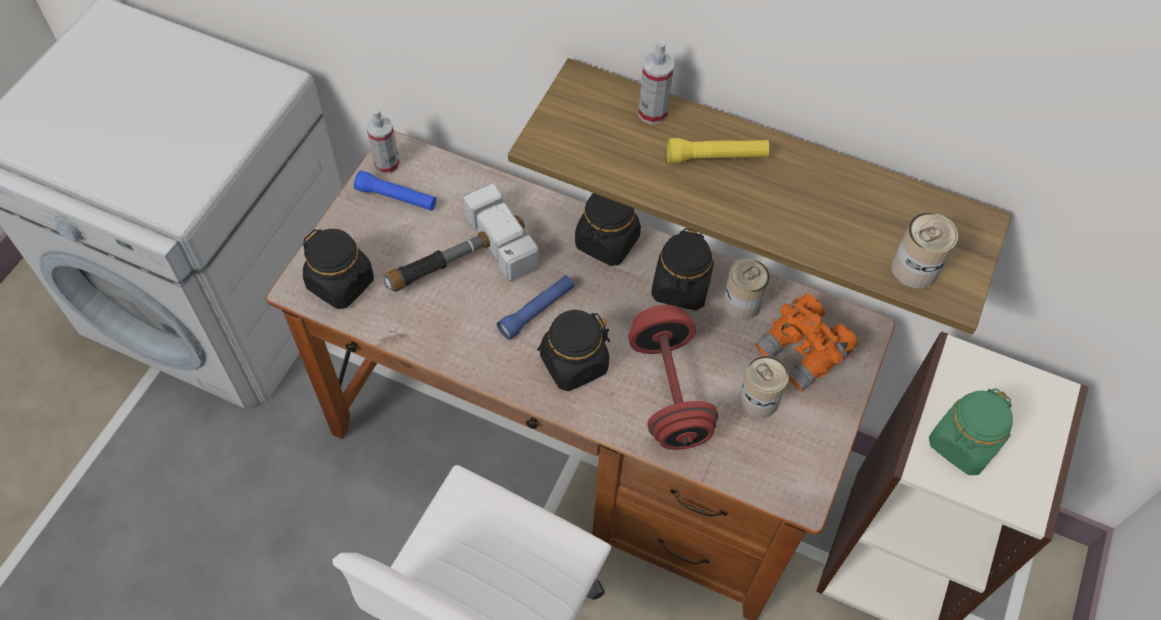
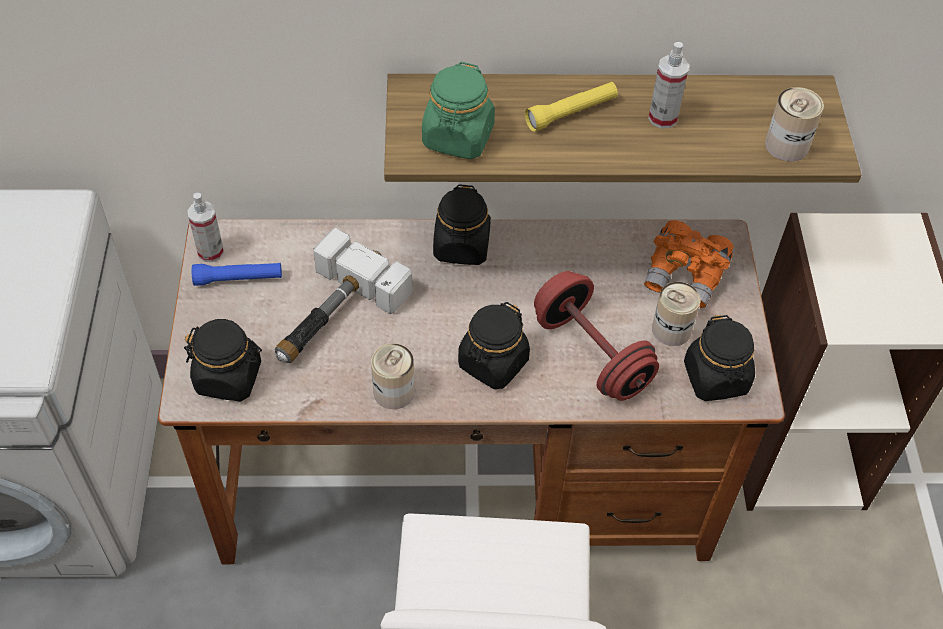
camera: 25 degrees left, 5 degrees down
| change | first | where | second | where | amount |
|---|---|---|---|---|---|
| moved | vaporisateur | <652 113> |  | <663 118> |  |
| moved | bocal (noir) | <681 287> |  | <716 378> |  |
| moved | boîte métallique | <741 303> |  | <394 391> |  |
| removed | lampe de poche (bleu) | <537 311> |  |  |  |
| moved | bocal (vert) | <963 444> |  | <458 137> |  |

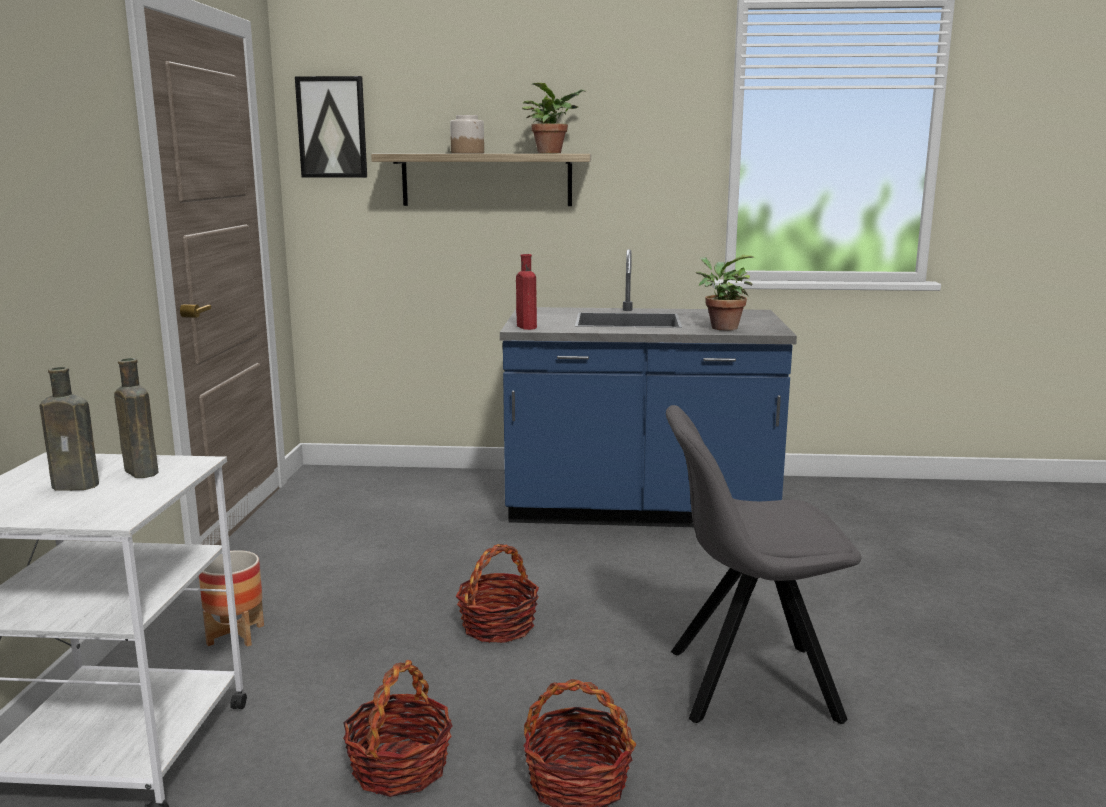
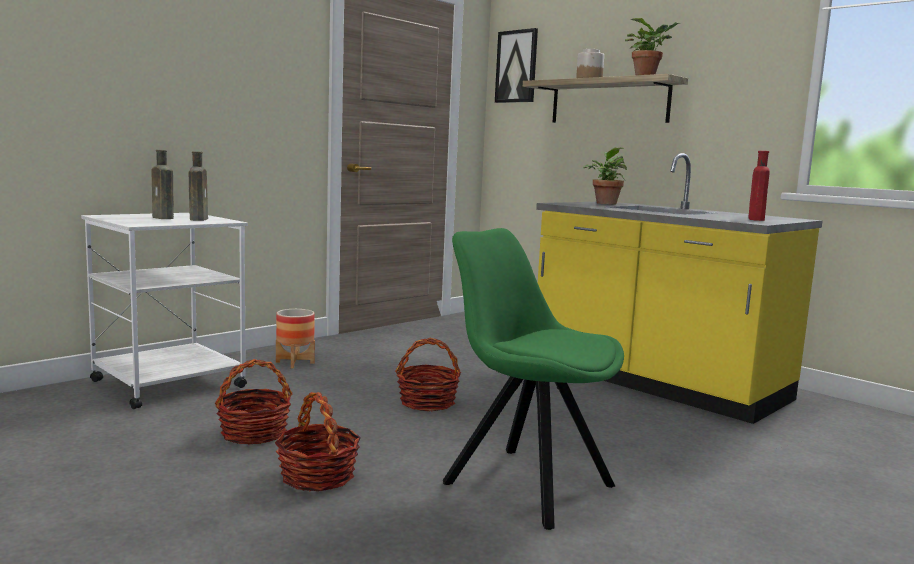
camera: 40 degrees right, 5 degrees down
| change | first | where | second | where | amount |
|---|---|---|---|---|---|
| recoloured | comptoir de cuisine (bleu) | <639 509> | comptoir de cuisine (jaune) | <656 382> |  |
| moved | bouteille (rouge) | <525 327> |  | <755 219> |  |
| moved | plante en pot | <720 327> |  | <605 203> |  |
| recoloured | chaise (gris) | <750 684> | chaise (vert) | <526 484> |  |

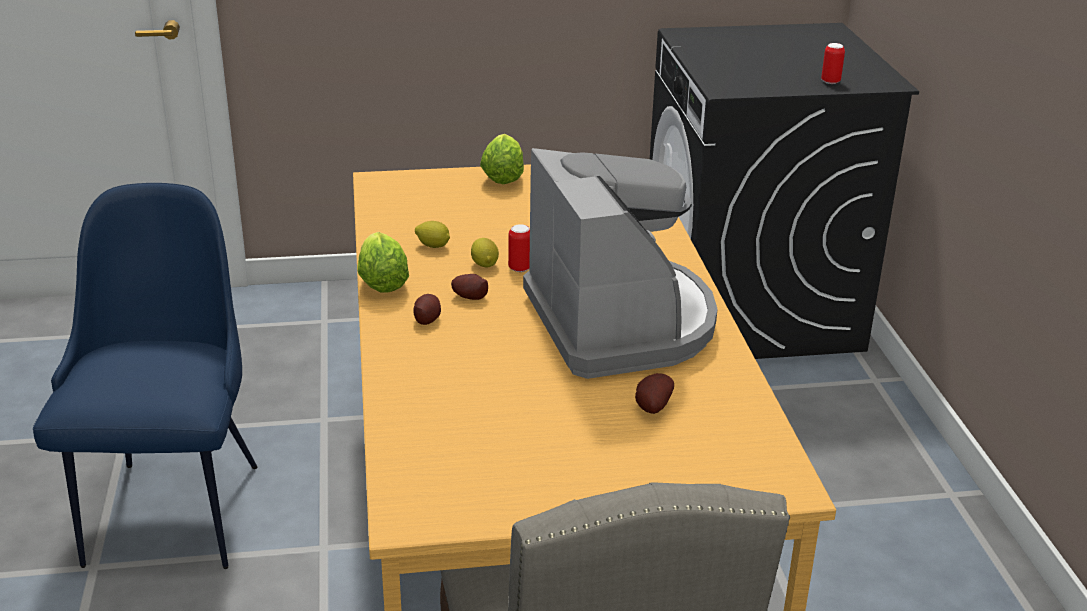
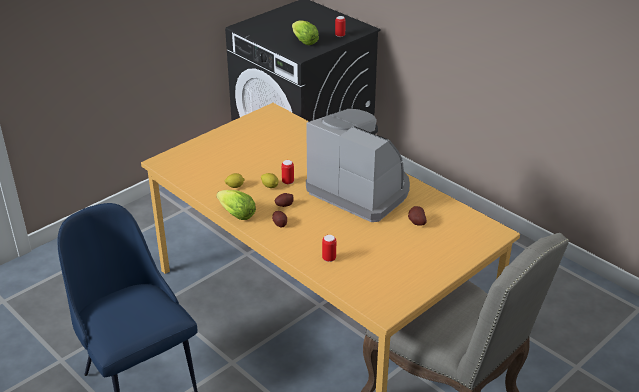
camera: 35 degrees left, 5 degrees up
| change | first | where | second | where | amount |
|---|---|---|---|---|---|
| moved | laitue | <503 176> |  | <303 41> |  |
| added |  |  | boîte métallique | <329 258> |  |

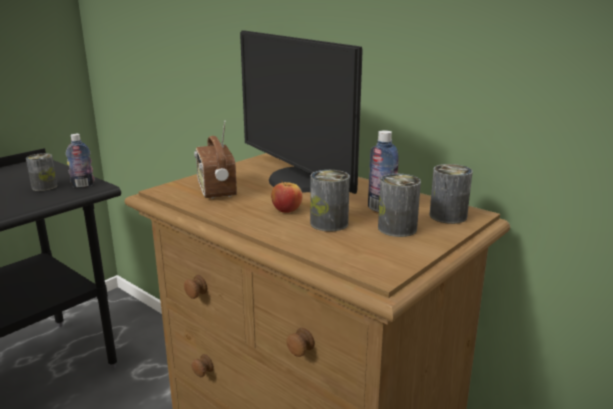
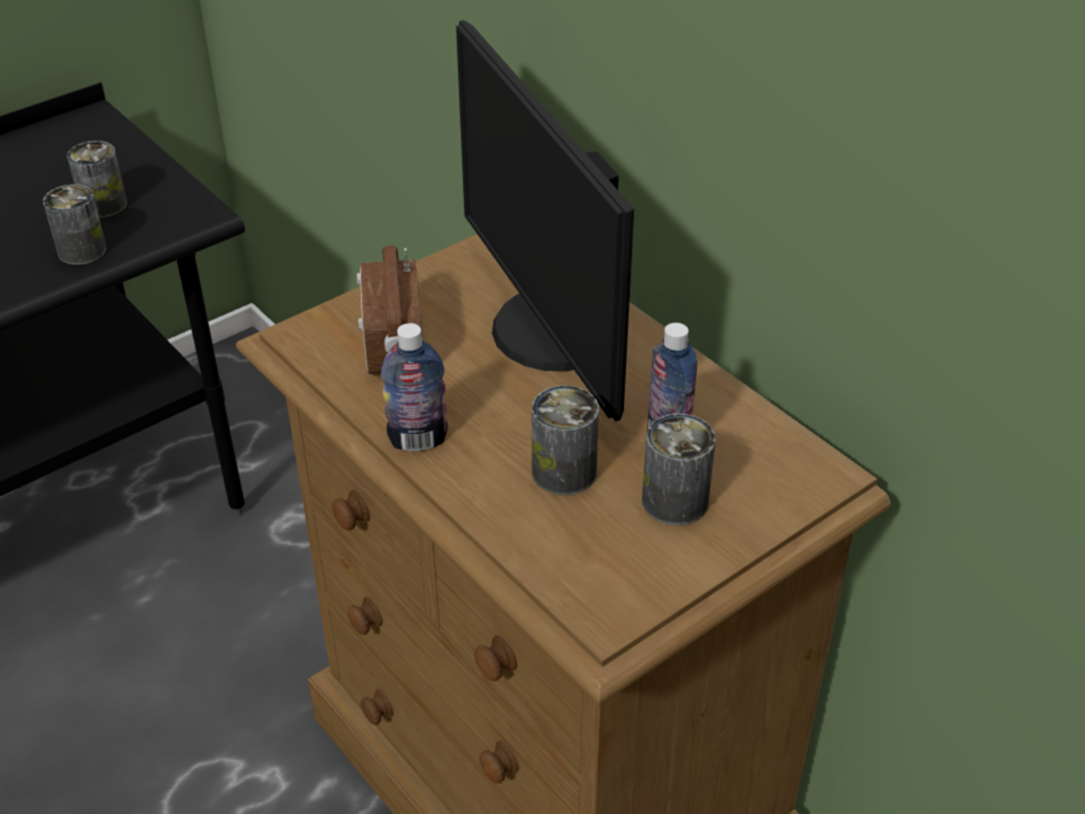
camera: 10 degrees right, 20 degrees up
| change | first | where | second | where | amount |
|---|---|---|---|---|---|
| moved | bouteille | <83 185> |  | <418 440> |  |
| moved | boîte métallique | <448 216> |  | <82 251> |  |
| removed | pomme | <286 210> |  |  |  |

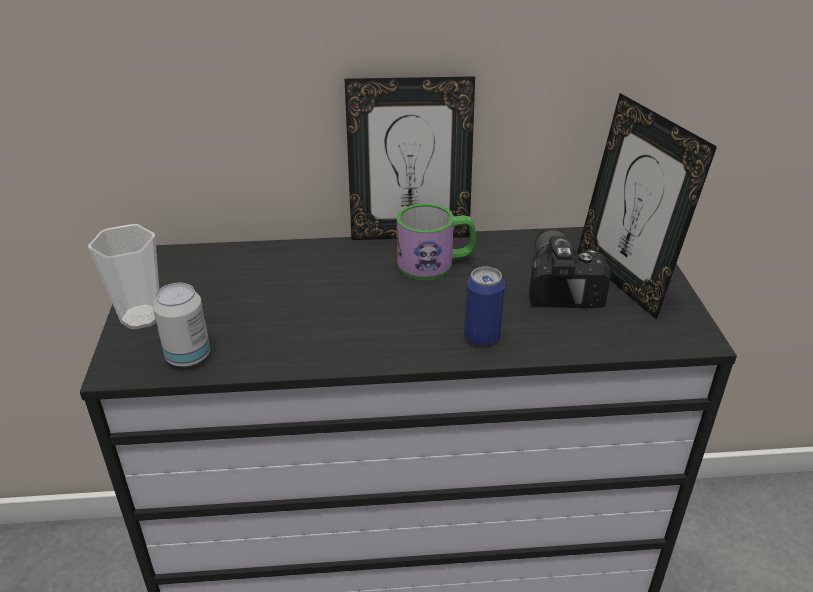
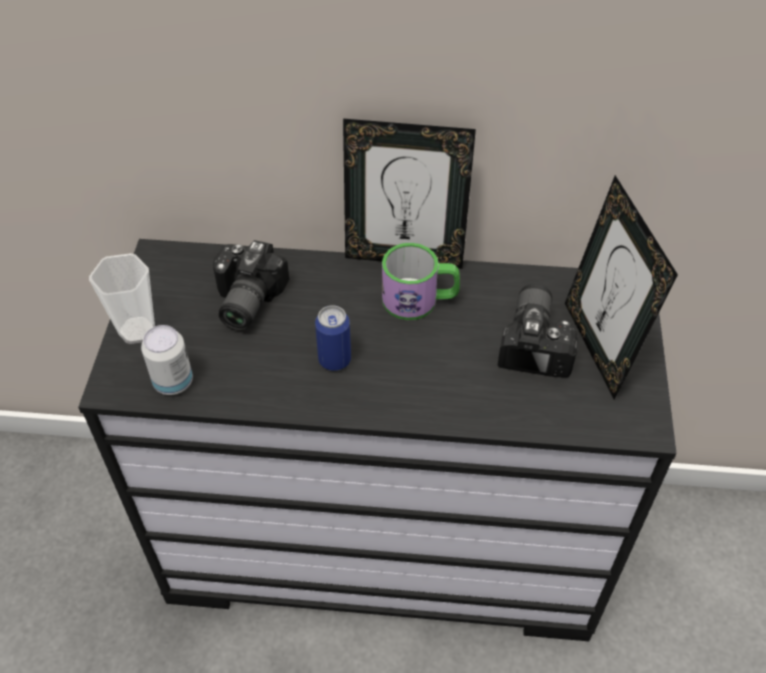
camera: 10 degrees right, 15 degrees up
| change | first | where | second | where | amount |
|---|---|---|---|---|---|
| moved | boîte métallique | <482 337> |  | <334 360> |  |
| added |  |  | appareil photo | <243 301> |  |

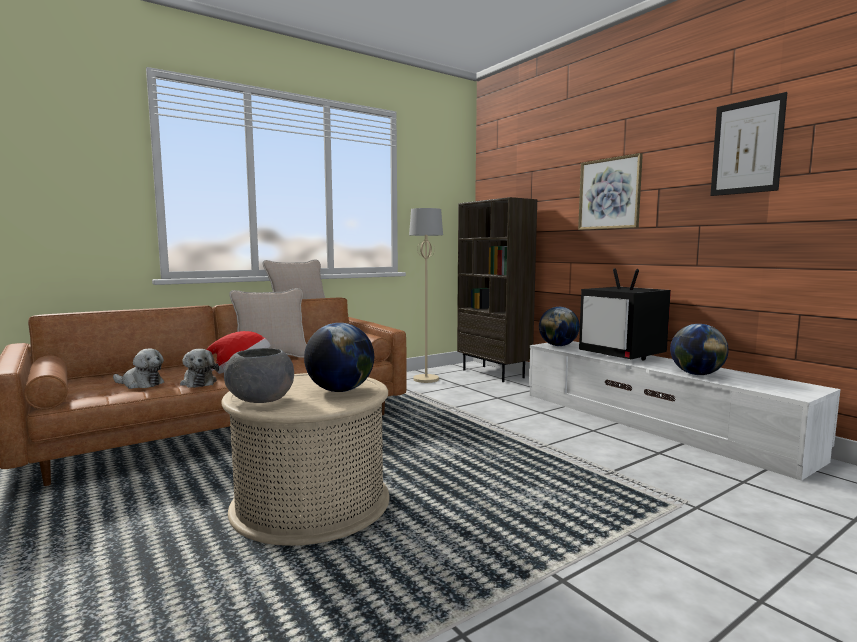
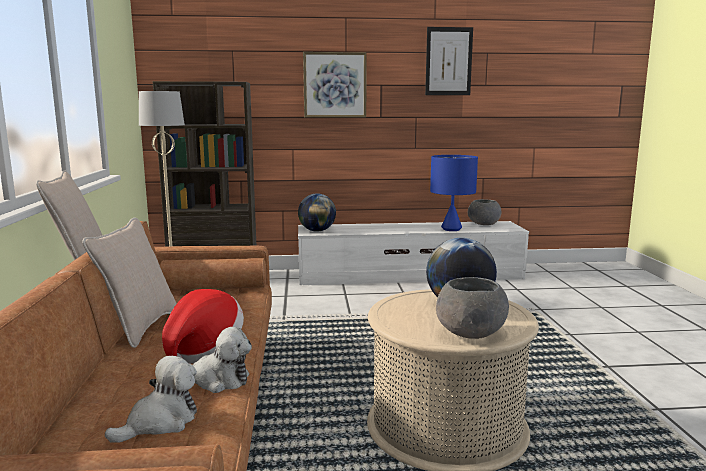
camera: 60 degrees left, 5 degrees up
| change | first | where | second | where | amount |
|---|---|---|---|---|---|
| removed | téléviseur | <623 356> |  |  |  |
| replaced | globe | <696 374> | lampe de table (bleu) | <451 229> |  |
| added |  |  | bol (gris) | <483 224> |  |

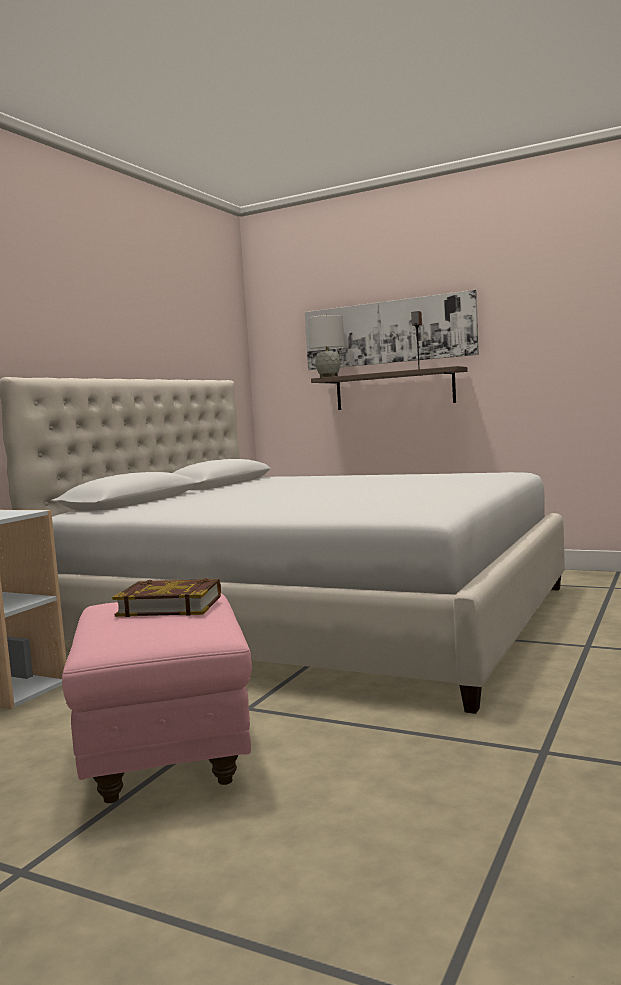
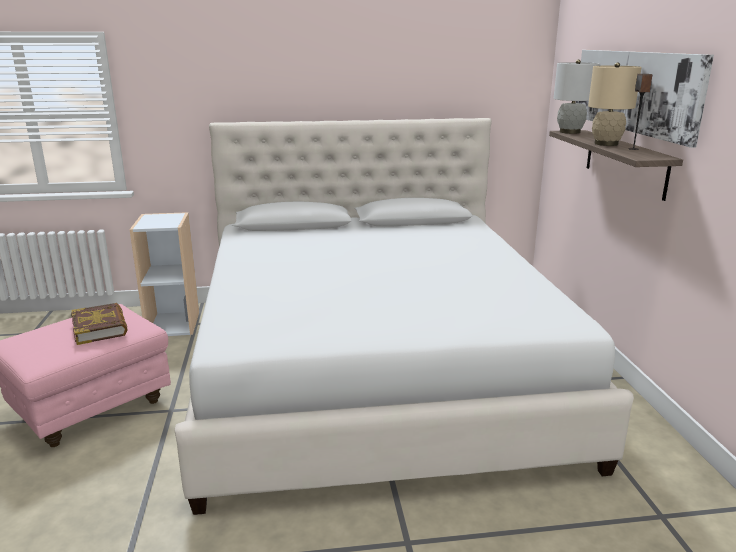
camera: 55 degrees right, 15 degrees up
| change | first | where | second | where | amount |
|---|---|---|---|---|---|
| added |  |  | lampe de table (beige) | <606 144> |  |

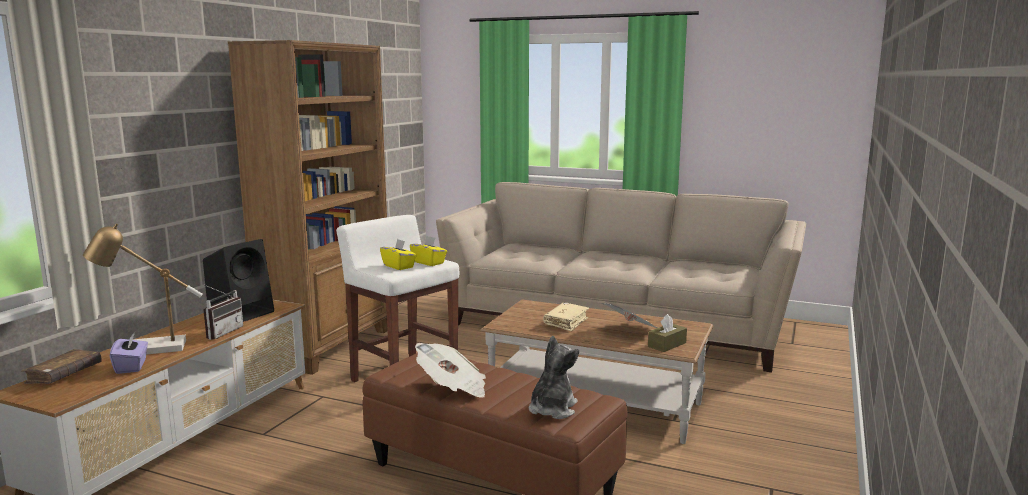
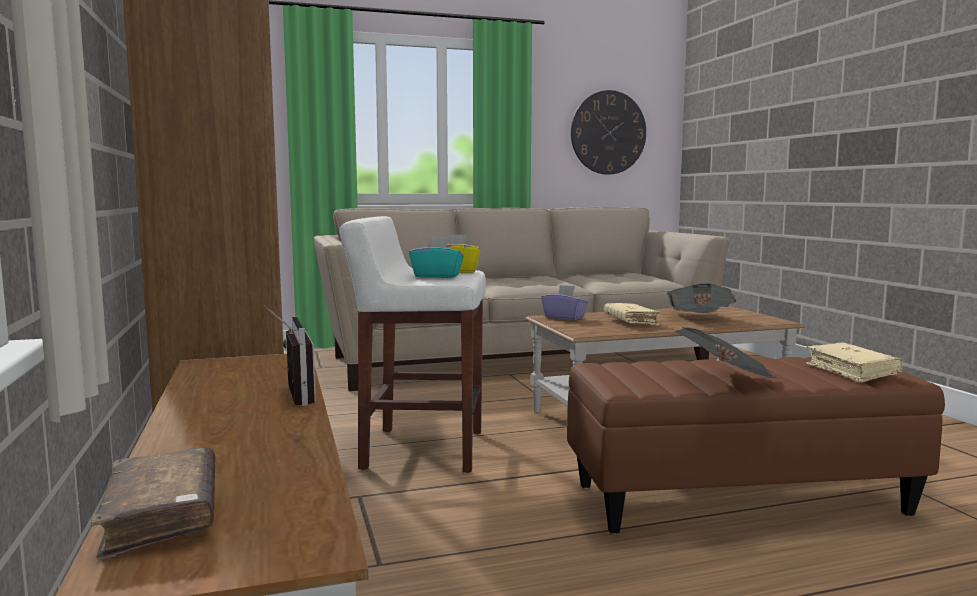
camera: 40 degrees left, 5 degrees down
| change | first | where | second | where | amount |
|---|---|---|---|---|---|
| removed | lampe de table | <147 349> |  |  |  |
| removed | enceinte (noir) | <242 313> |  |  |  |
| recoloured | boîte à mouchoirs (jaune) | <399 266> | boîte à mouchoirs (turquoise) | <437 276> |  |
| removed | boîte à mouchoirs (marron) | <667 345> |  |  |  |
| moved | boîte à mouchoirs (violet) | <132 366> |  | <564 317> |  |
| replaced | peluche | <552 409> | livre (beige) | <851 372> |  |
| added |  |  | horloge murale | <608 132> |  |

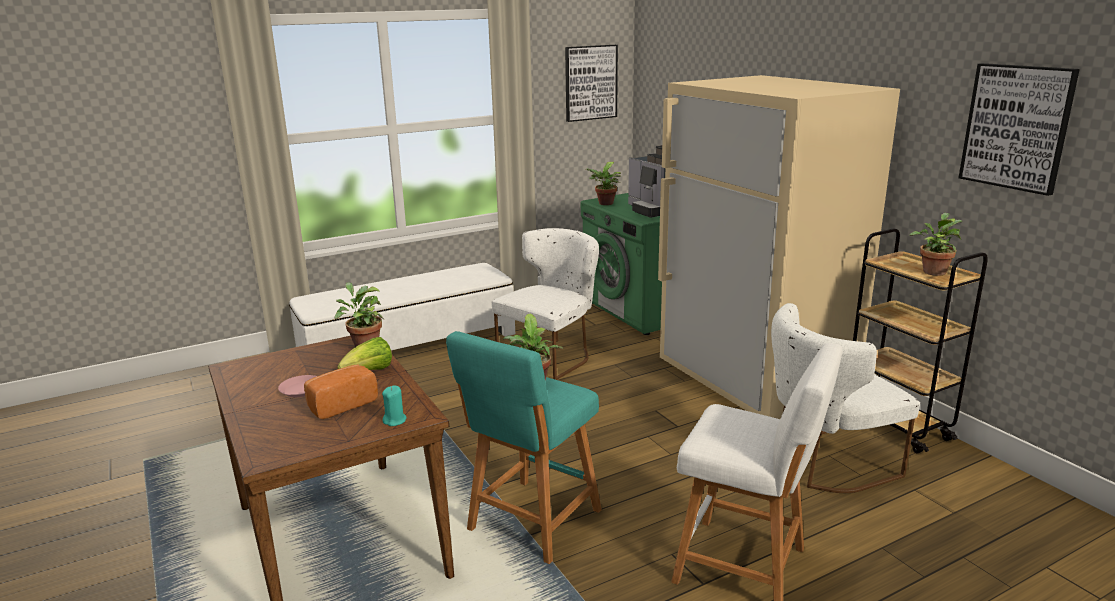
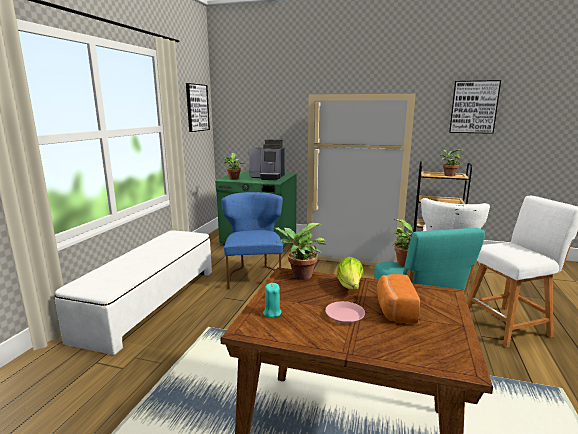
camera: 45 degrees left, 5 degrees down
| change | first | where | second | where | amount |
|---|---|---|---|---|---|
| recoloured | chaise (blanc) | <551 355> | chaise (bleu) | <254 275> |  |
| moved | bougie (turquoise) | <395 420> |  | <272 313> |  |

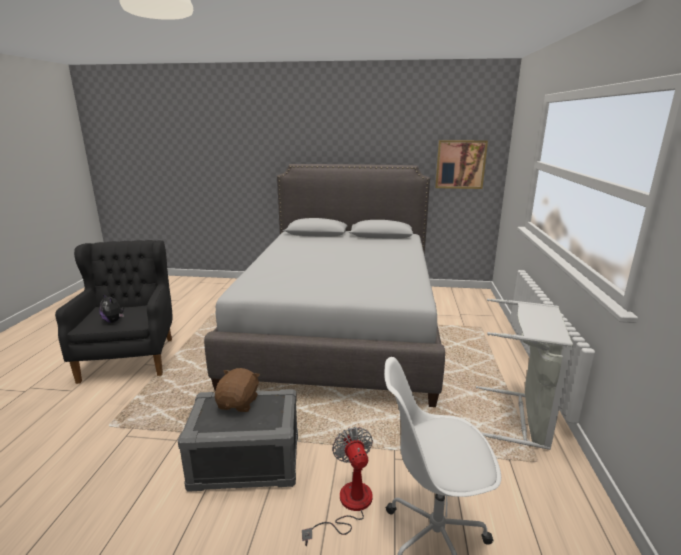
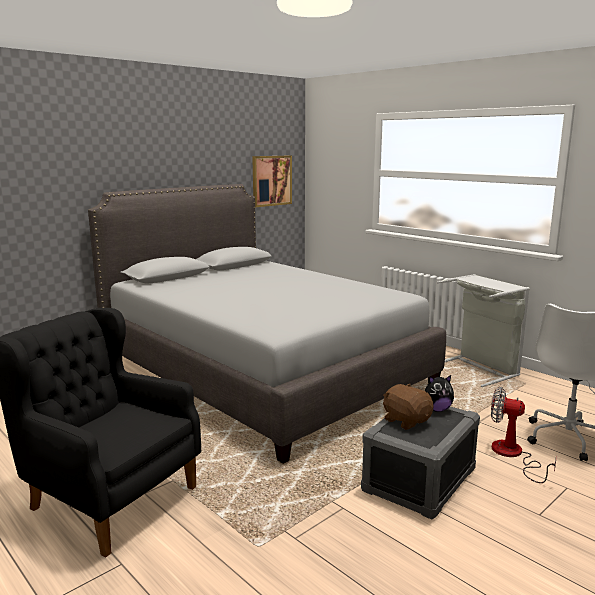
camera: 50 degrees left, 5 degrees down
| change | first | where | second | where | amount |
|---|---|---|---|---|---|
| moved | peluche | <114 321> |  | <437 409> |  |

